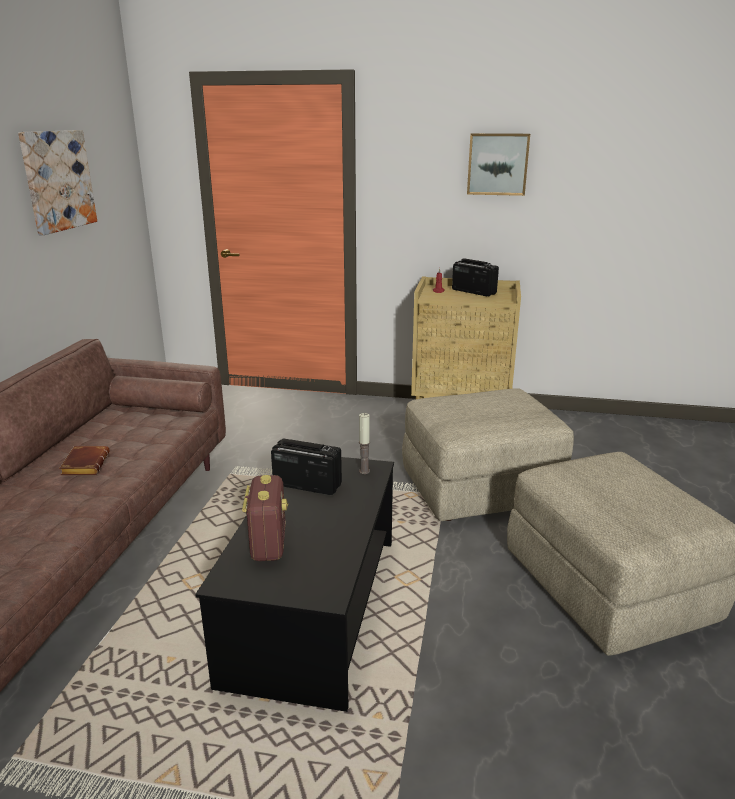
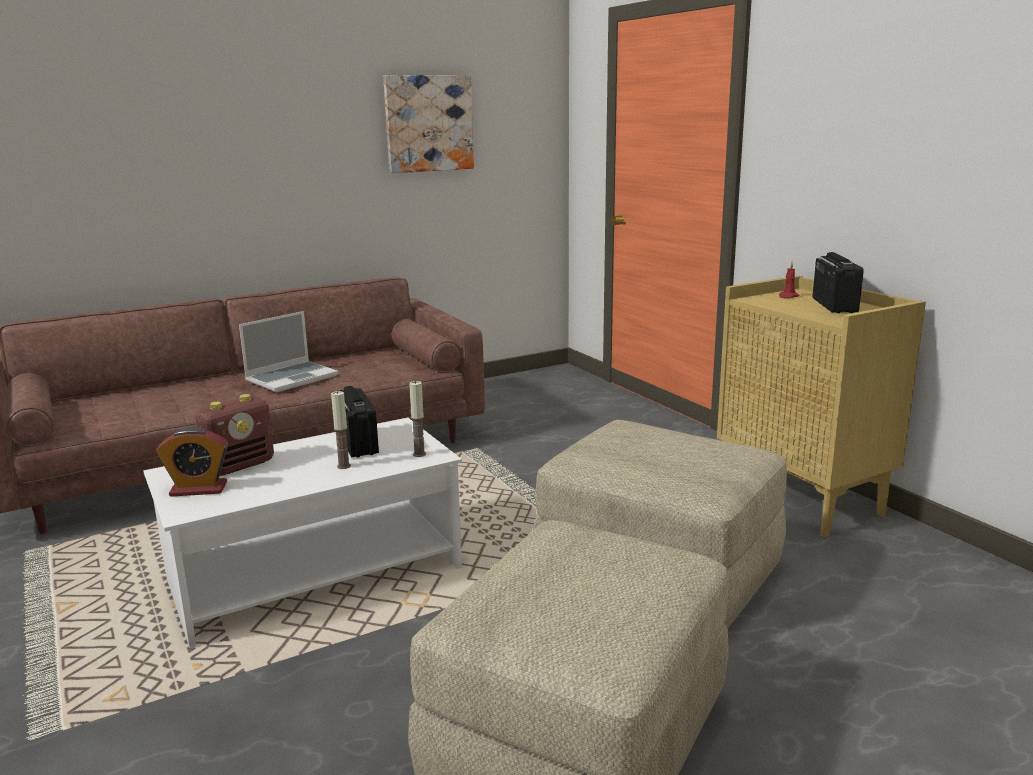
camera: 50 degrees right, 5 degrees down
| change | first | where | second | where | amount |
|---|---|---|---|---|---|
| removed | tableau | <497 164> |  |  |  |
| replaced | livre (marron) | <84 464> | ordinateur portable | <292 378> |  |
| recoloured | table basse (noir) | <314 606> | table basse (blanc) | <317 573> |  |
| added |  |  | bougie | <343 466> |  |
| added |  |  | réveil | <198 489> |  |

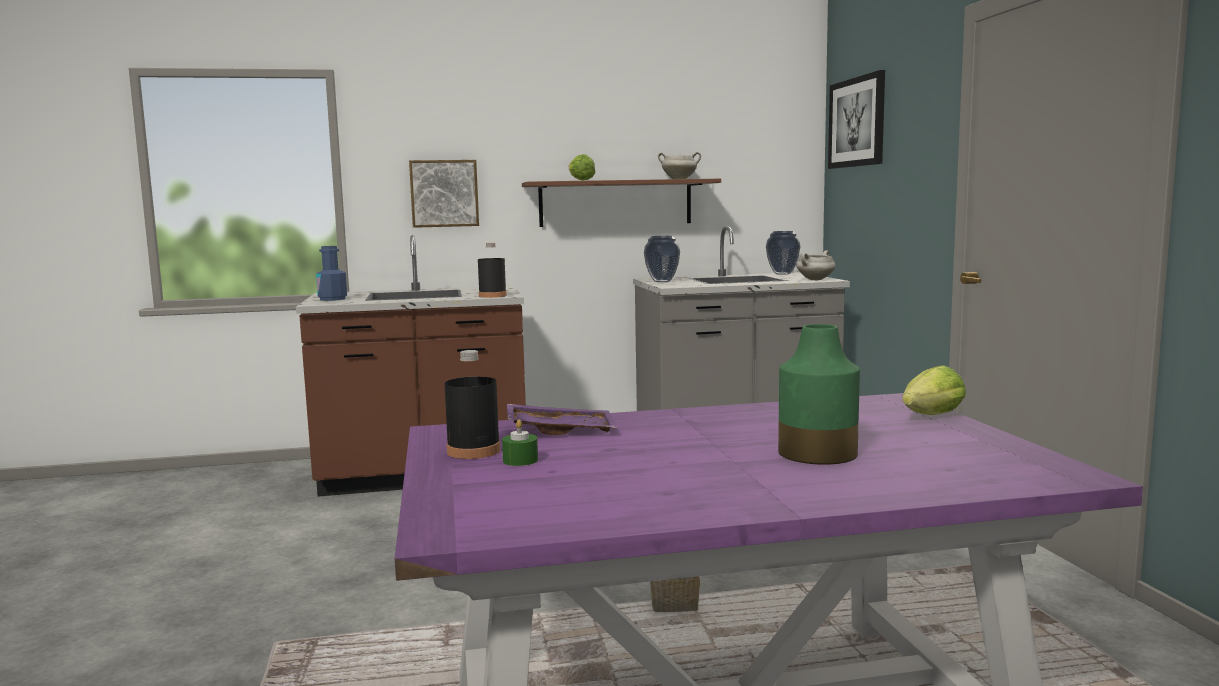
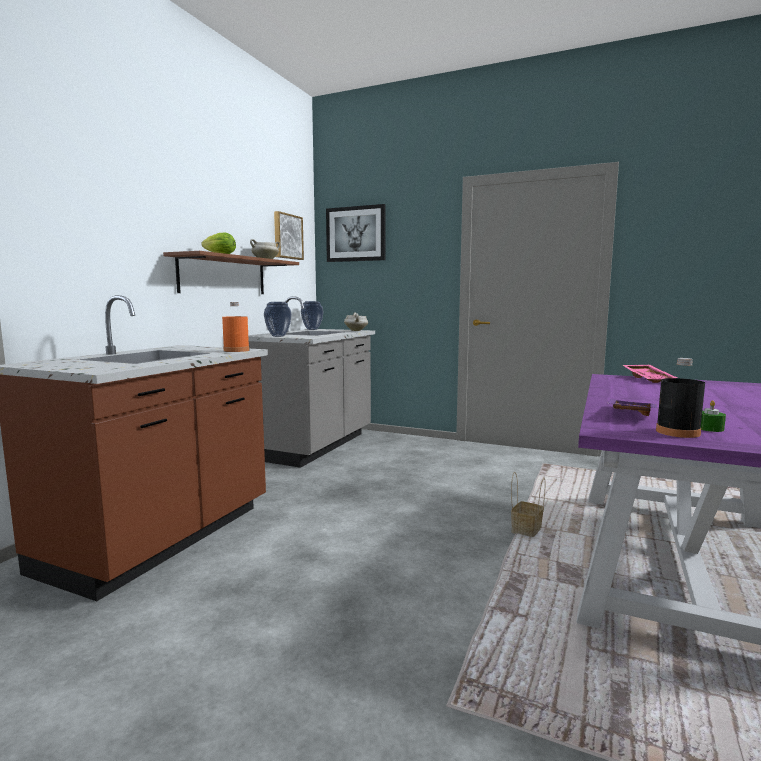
camera: 55 degrees left, 0 degrees up
| change | first | where | second | where | amount |
|---|---|---|---|---|---|
| moved | tableau | <444 193> |  | <287 236> |  |
| recoloured | bouteille (noir) | <492 296> | bouteille (orange) | <236 350> |  |
| removed | bouteille (bleu) | <332 299> |  |  |  |
| removed | vase (vert) | <817 453> |  |  |  |
| replaced | laitue | <929 416> | plateau (rose) | <649 379> |  |

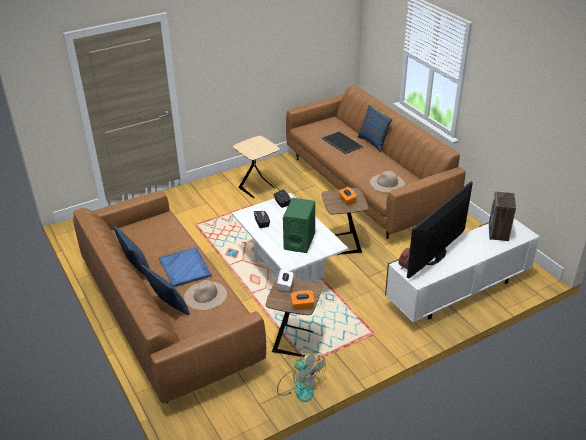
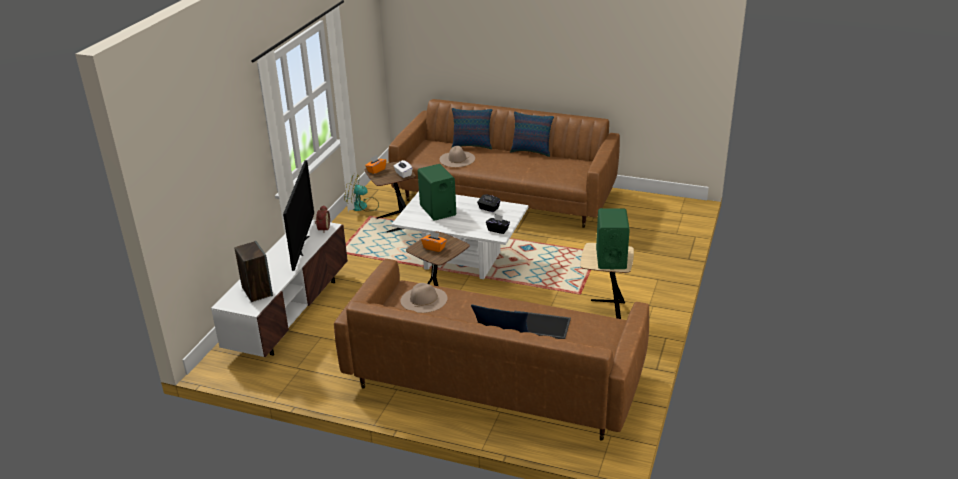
camera: 140 degrees right, 5 degrees down
| change | first | where | second | where | amount |
|---|---|---|---|---|---|
| removed | plateau (bleu) | <185 268> |  |  |  |
| added |  |  | enceinte (vert) | <611 258> |  |

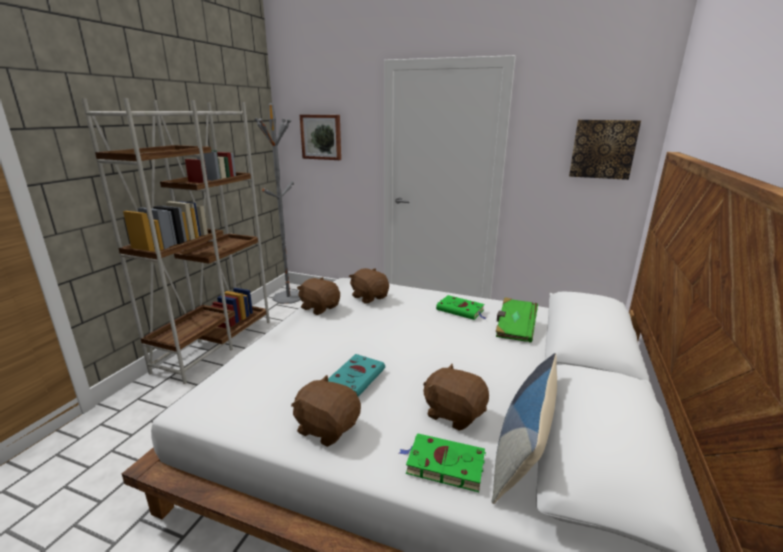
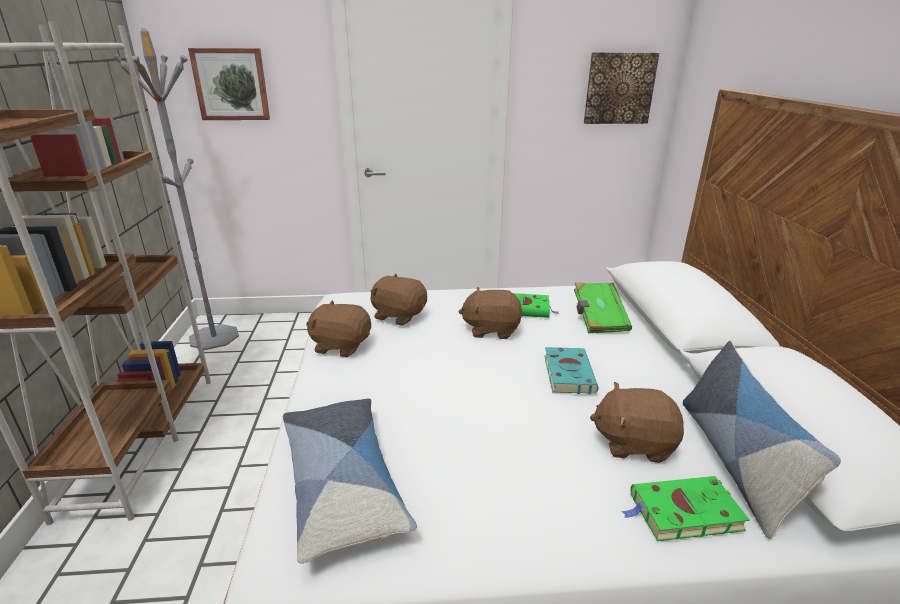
camera: 25 degrees left, 5 degrees up
| change | first | where | second | where | amount |
|---|---|---|---|---|---|
| moved | livre (turquoise) | <357 378> |  | <568 372> |  |
| moved | peluche (marron) | <327 427> |  | <491 329> |  |
| added |  |  | coussin | <343 482> |  |

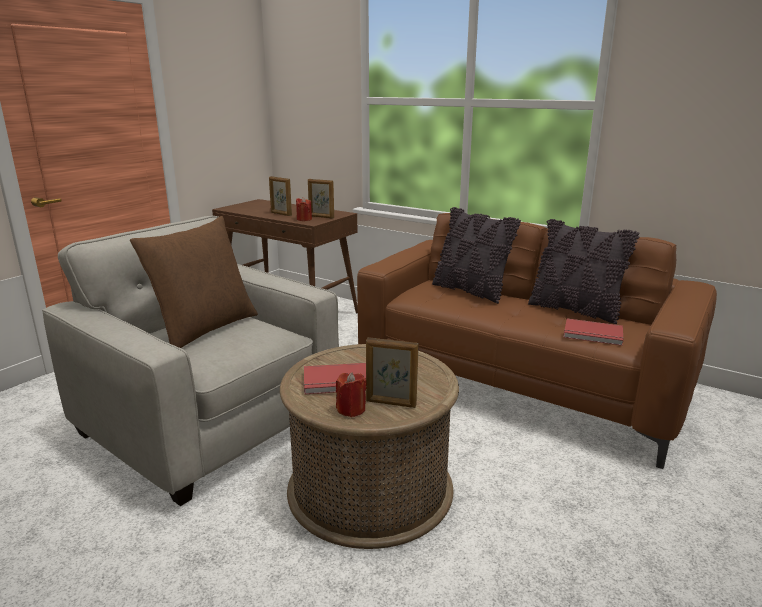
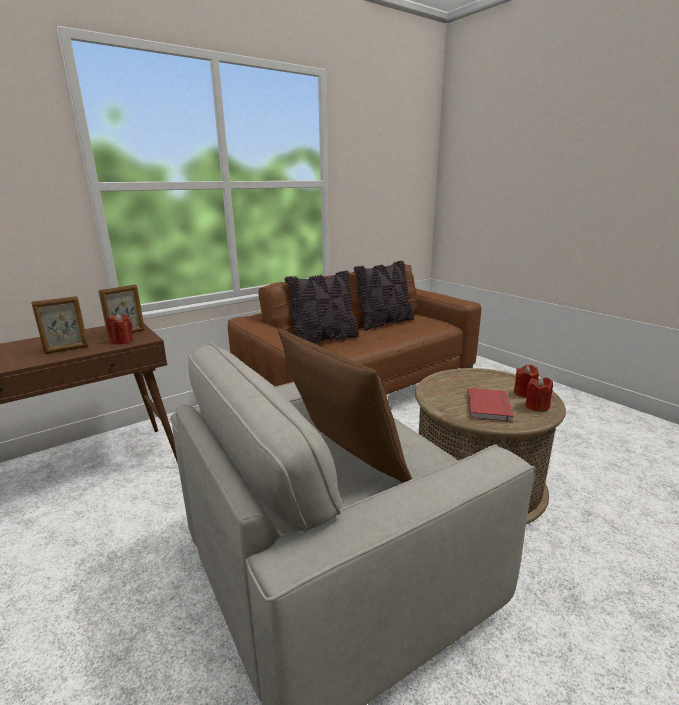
camera: 70 degrees left, 0 degrees up
| change | first | where | second | where | amount |
|---|---|---|---|---|---|
| removed | livre (rouge) | <593 335> |  |  |  |
| replaced | cadre photo | <391 403> | bougie (rouge) | <524 393> |  |

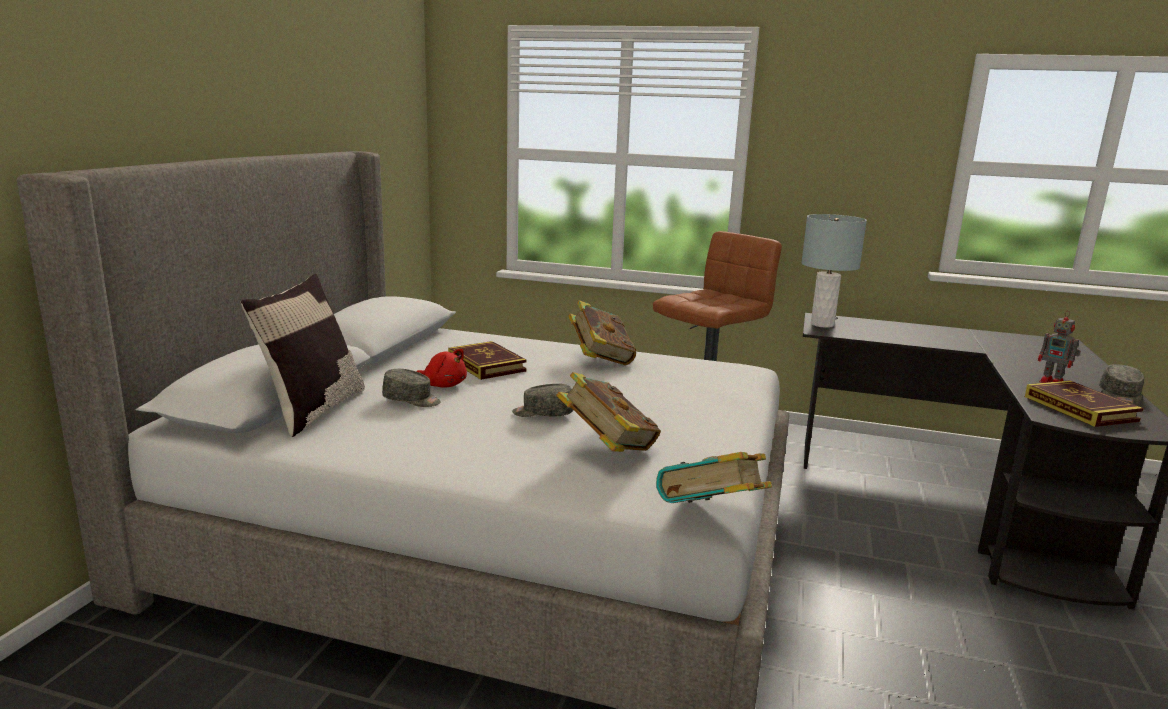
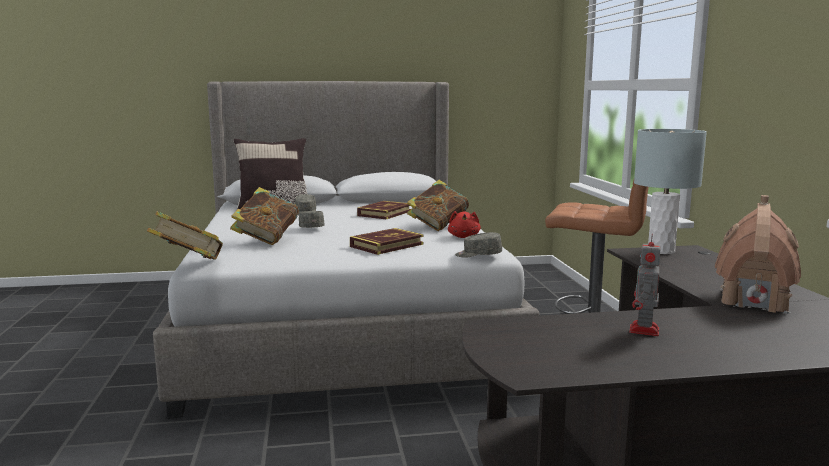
camera: 65 degrees right, 5 degrees down
| change | first | where | second | where | amount |
|---|---|---|---|---|---|
| moved | peluche (rouge) | <443 385> |  | <464 237> |  |
| moved | casquette (gris) | <1119 396> |  | <478 255> |  |
| moved | livre | <1080 408> |  | <386 245> |  |
| added |  |  | maison miniature | <753 300> |  |

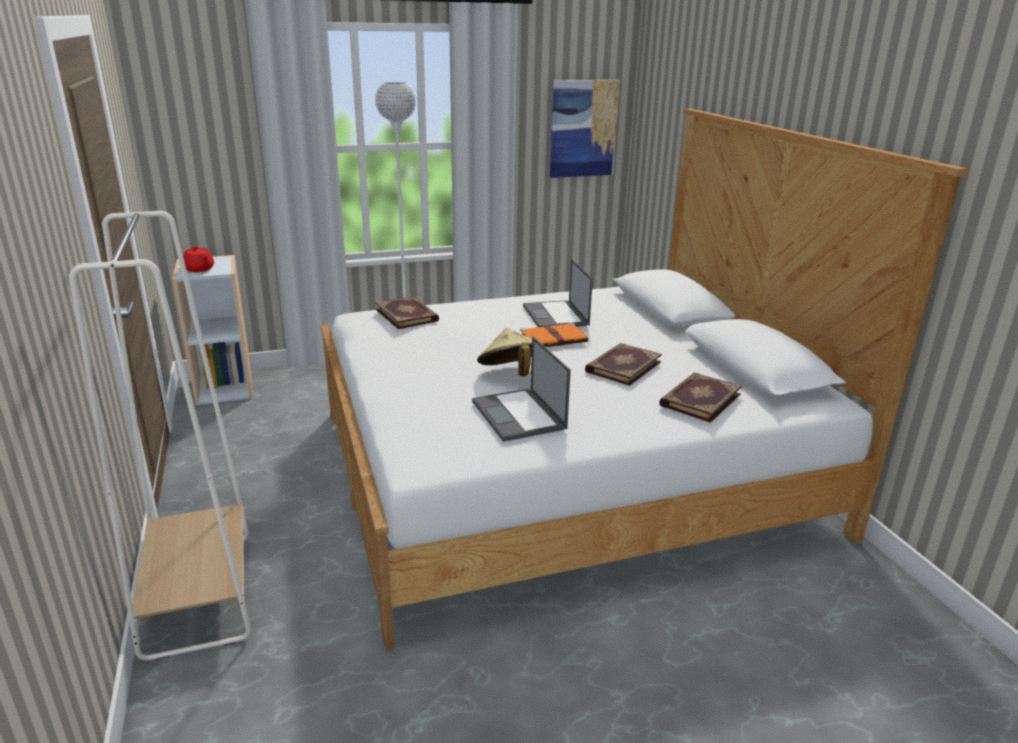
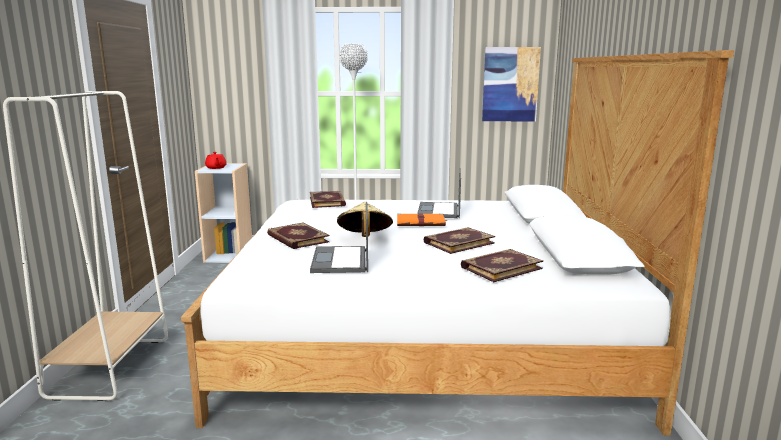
camera: 20 degrees right, 10 degrees down
| change | first | where | second | where | amount |
|---|---|---|---|---|---|
| added |  |  | livre | <297 239> |  |

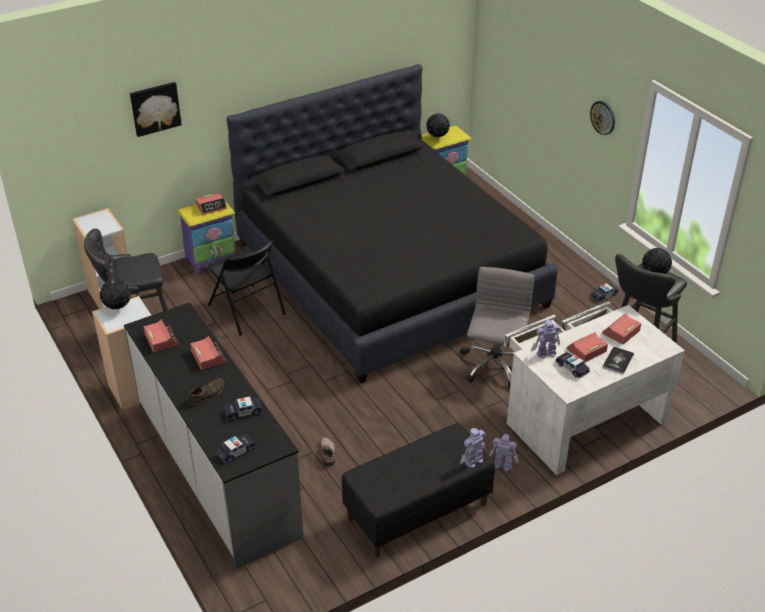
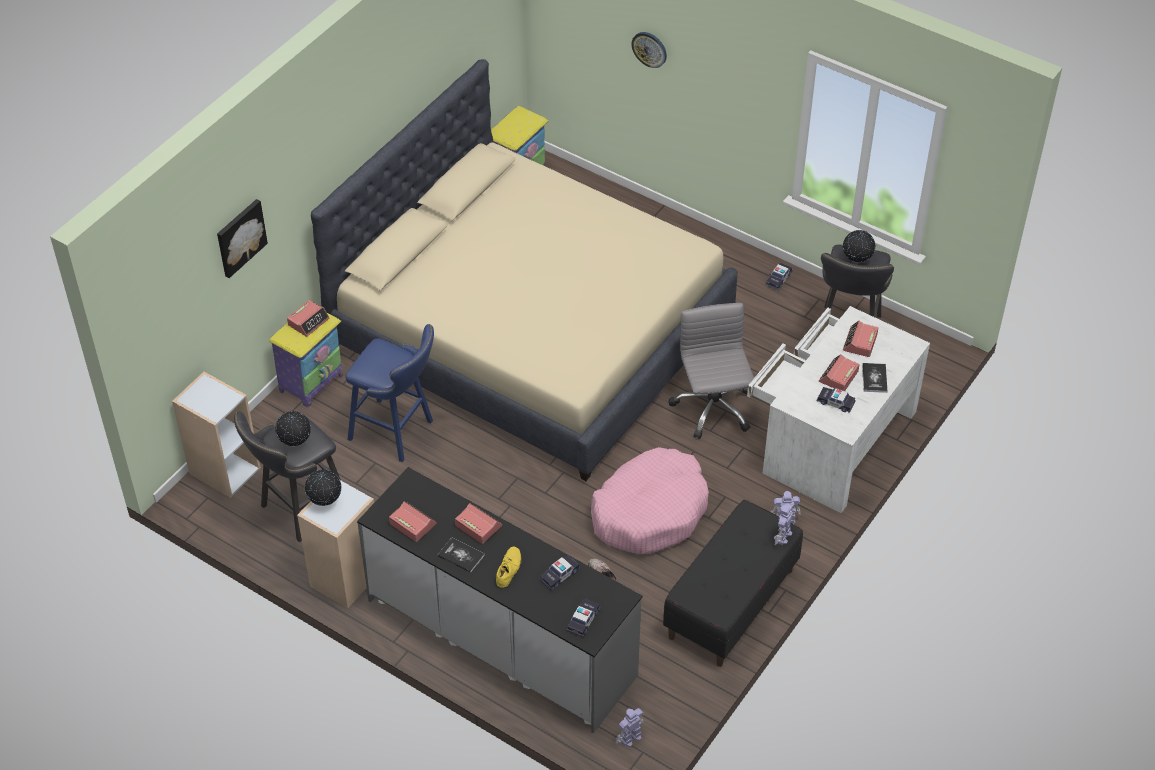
camera: 25 degrees left, 10 degrees up
| change | first | where | second | where | amount |
|---|---|---|---|---|---|
| recoloured | lit (noir) | <389 274> | lit (beige) | <531 329> |  |
| moved | horloge murale | <603 117> |  | <649 49> |  |
| moved | globe | <437 138> |  | <295 442> |  |
| replaced | chaise (noir) | <246 310> | tabouret (bleu) | <399 434> |  |
| moved | robot jouet | <545 353> |  | <630 738> |  |
| recoloured | chaussure (marron) | <206 394> | chaussure (jaune) | <508 569> |  |
| added |  |  | panier pour chien (rose) | <650 511> |  |
| added |  |  | livre | <461 556> |  |

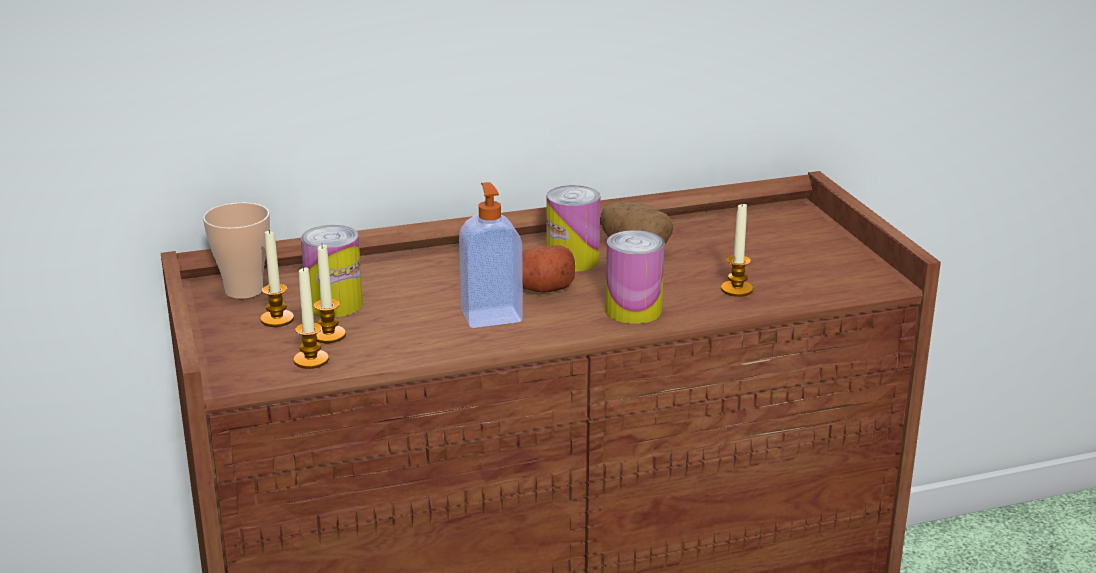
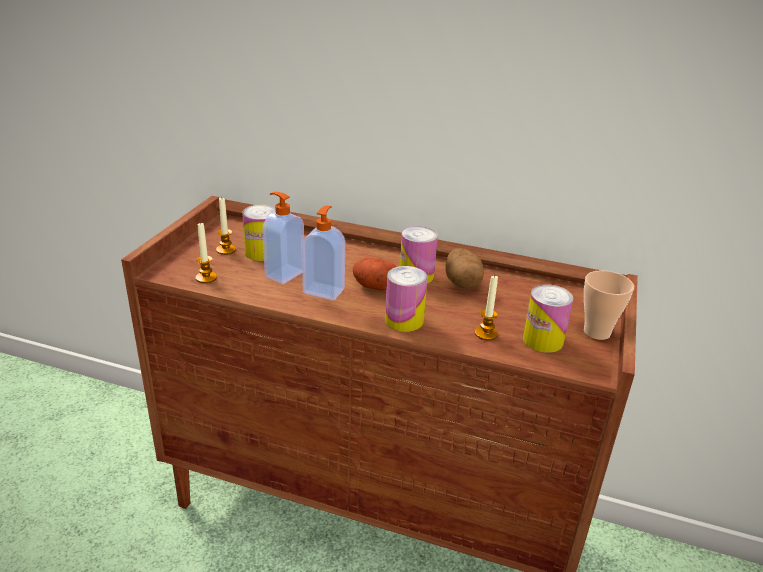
camera: 35 degrees right, 5 degrees up
| change | first | where | second | where | amount |
|---|---|---|---|---|---|
| moved | tasse | <244 291> |  | <597 332> |  |
| removed | bougie | <329 335> |  |  |  |
| added |  |  | distributeur de savon | <284 274> |  |
| added |  |  | boîte métallique | <542 340> |  |

